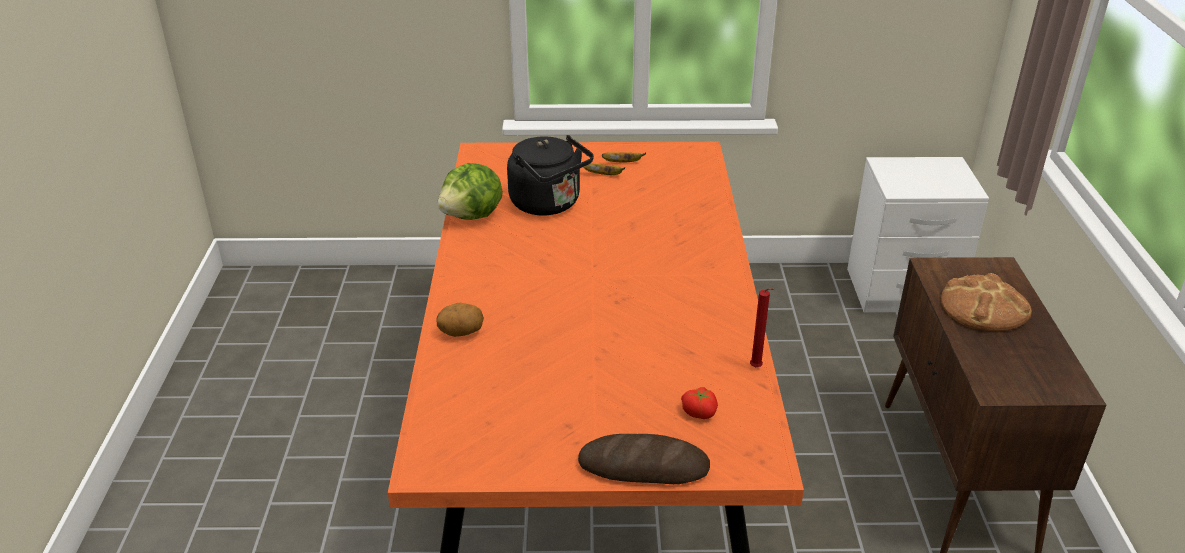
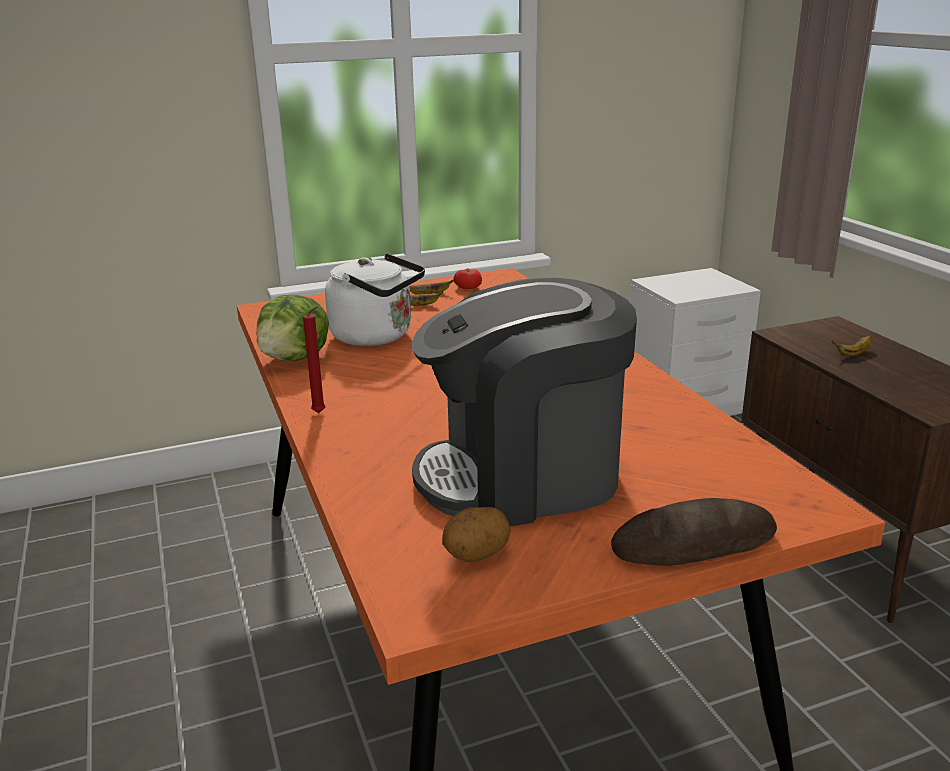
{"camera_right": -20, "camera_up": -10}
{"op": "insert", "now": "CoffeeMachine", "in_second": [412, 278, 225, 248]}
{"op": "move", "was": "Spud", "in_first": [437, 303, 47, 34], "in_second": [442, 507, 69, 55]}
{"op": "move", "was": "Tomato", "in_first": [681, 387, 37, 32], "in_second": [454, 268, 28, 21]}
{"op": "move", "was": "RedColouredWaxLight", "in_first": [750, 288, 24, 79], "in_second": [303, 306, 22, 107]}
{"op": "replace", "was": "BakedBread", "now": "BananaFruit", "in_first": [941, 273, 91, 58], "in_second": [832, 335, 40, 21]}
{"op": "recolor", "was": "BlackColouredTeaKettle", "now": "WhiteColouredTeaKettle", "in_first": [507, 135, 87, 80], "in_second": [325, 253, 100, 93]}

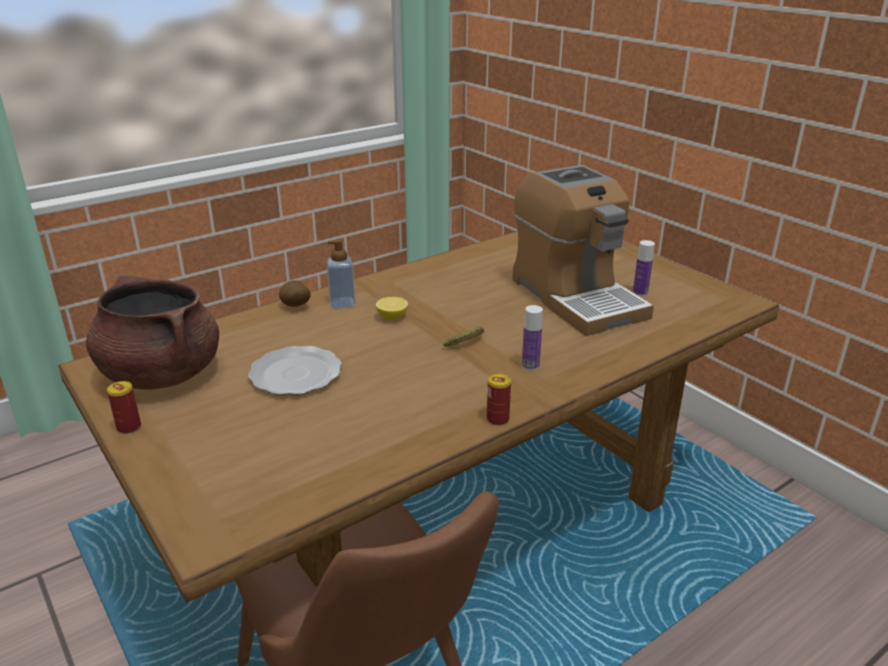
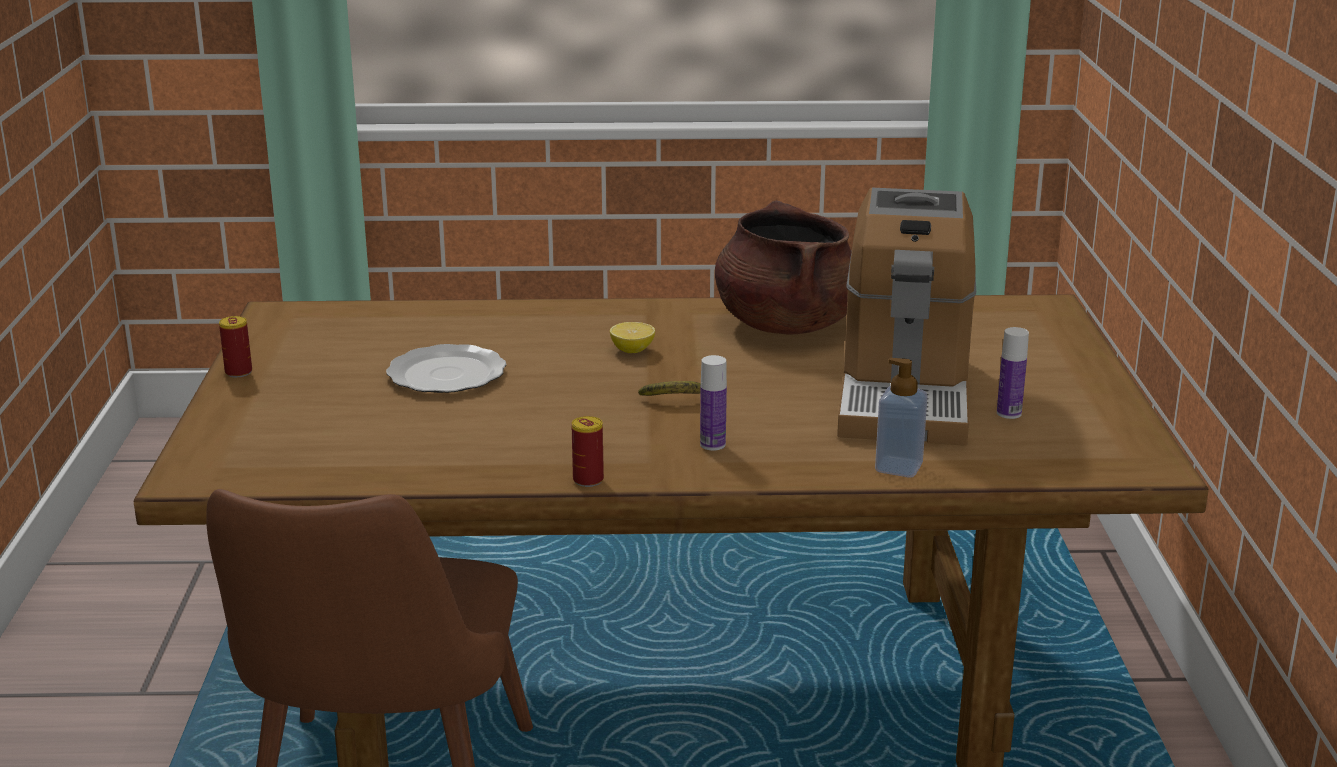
{"camera_right": 35, "camera_up": -5}
{"op": "delete", "was": "Spud", "in_first": [279, 280, 31, 27]}
{"op": "move", "was": "BrownishSaucepot", "in_first": [86, 275, 133, 115], "in_second": [715, 200, 137, 134]}
{"op": "move", "was": "LiquidSoapBottle", "in_first": [326, 239, 30, 70], "in_second": [875, 358, 53, 120]}

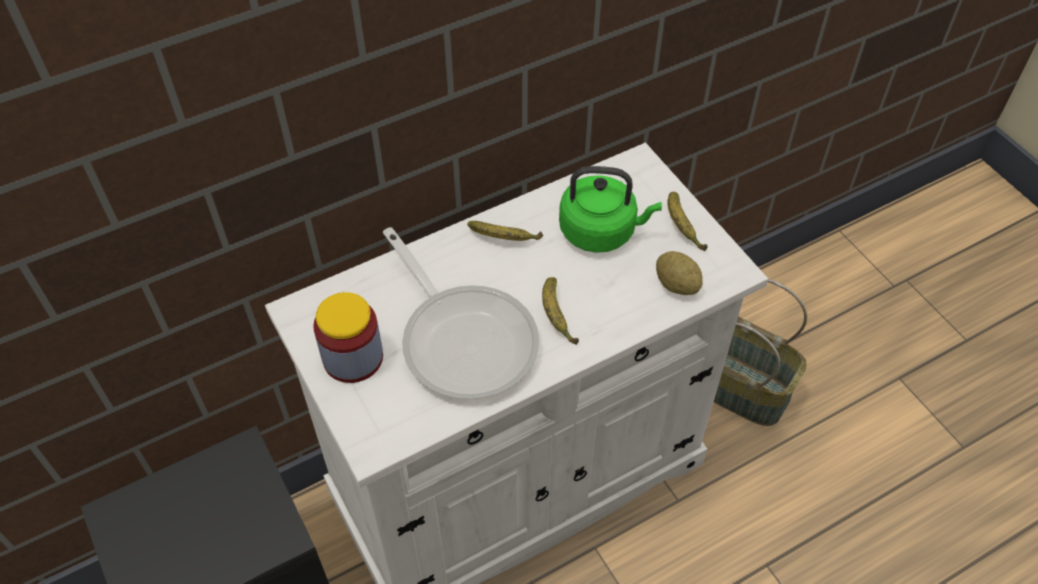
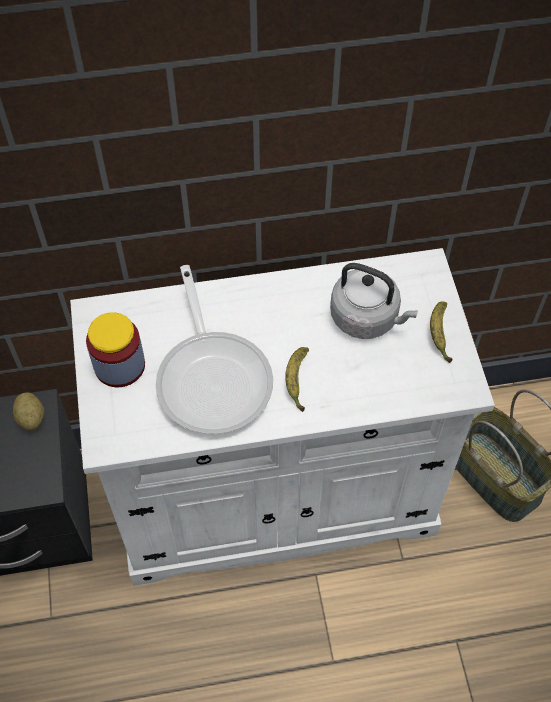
{"camera_right": 20, "camera_up": 5}
{"op": "delete", "was": "BananaFruit", "in_first": [467, 221, 76, 20]}
{"op": "move", "was": "Spud", "in_first": [656, 251, 47, 44], "in_second": [13, 393, 31, 38]}
{"op": "recolor", "was": "GreenColouredTeaKettle", "now": "GreyishTeaKettle", "in_first": [559, 166, 103, 87], "in_second": [330, 263, 88, 76]}

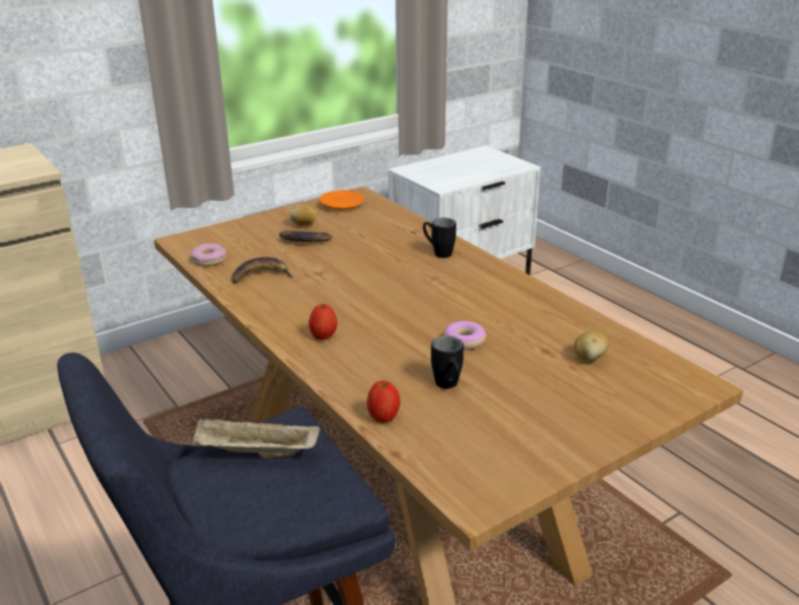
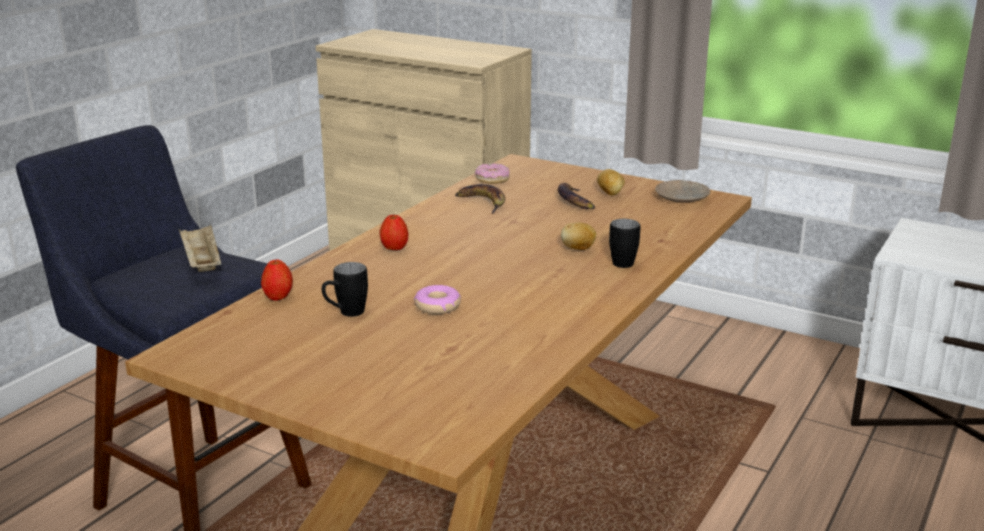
{"camera_right": 65, "camera_up": -5}
{"op": "move", "was": "Spud", "in_first": [574, 330, 35, 31], "in_second": [561, 222, 35, 28]}
{"op": "recolor", "was": "OrangeDinnerPlate", "now": "SandColouredDinnerPlate", "in_first": [319, 190, 46, 20], "in_second": [655, 180, 55, 23]}

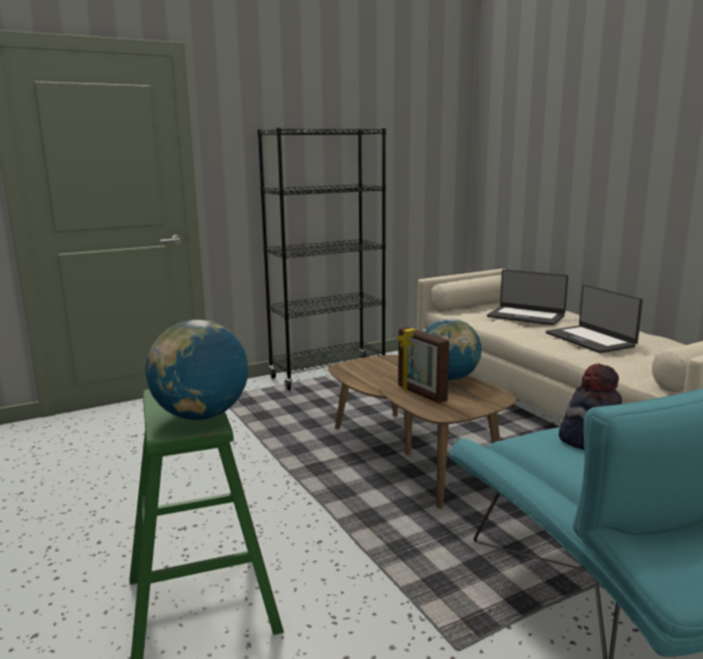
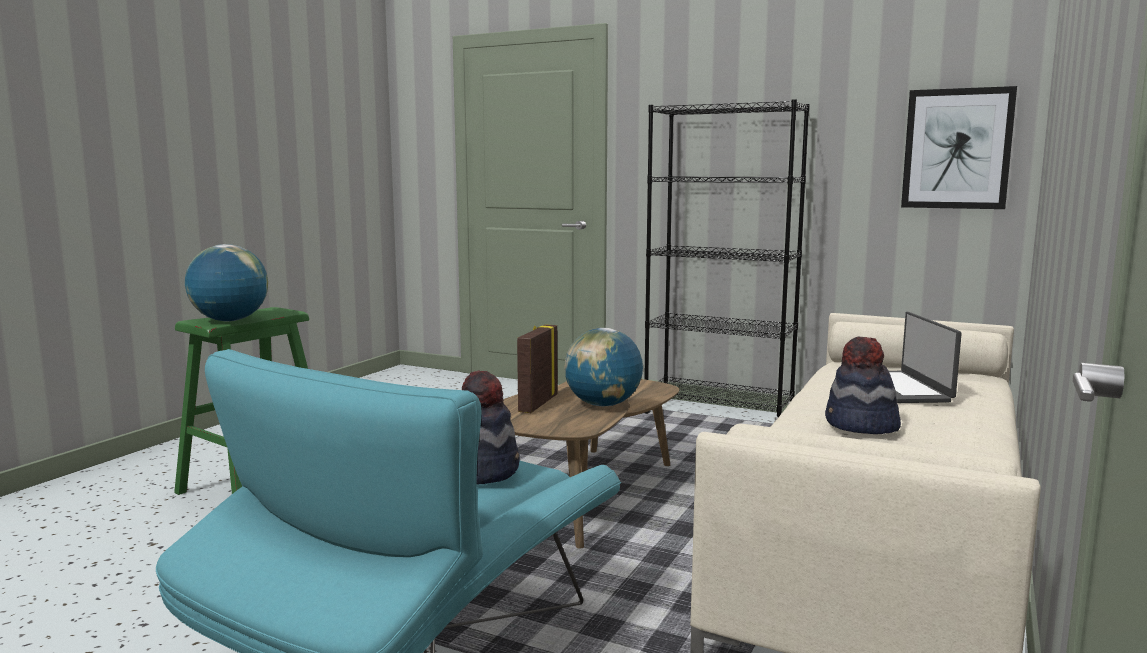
{"camera_right": 55, "camera_up": -5}
{"op": "insert", "now": "Picture", "in_second": [901, 86, 116, 123]}
{"op": "replace", "was": "Laptop", "now": "WearableHat", "in_first": [546, 284, 97, 69], "in_second": [825, 337, 76, 97]}

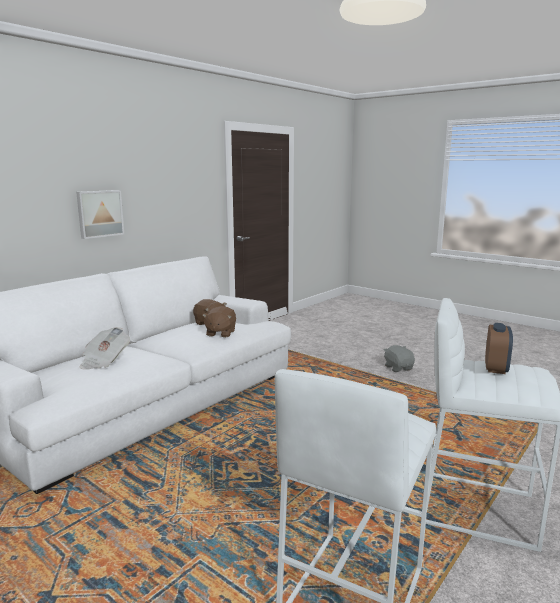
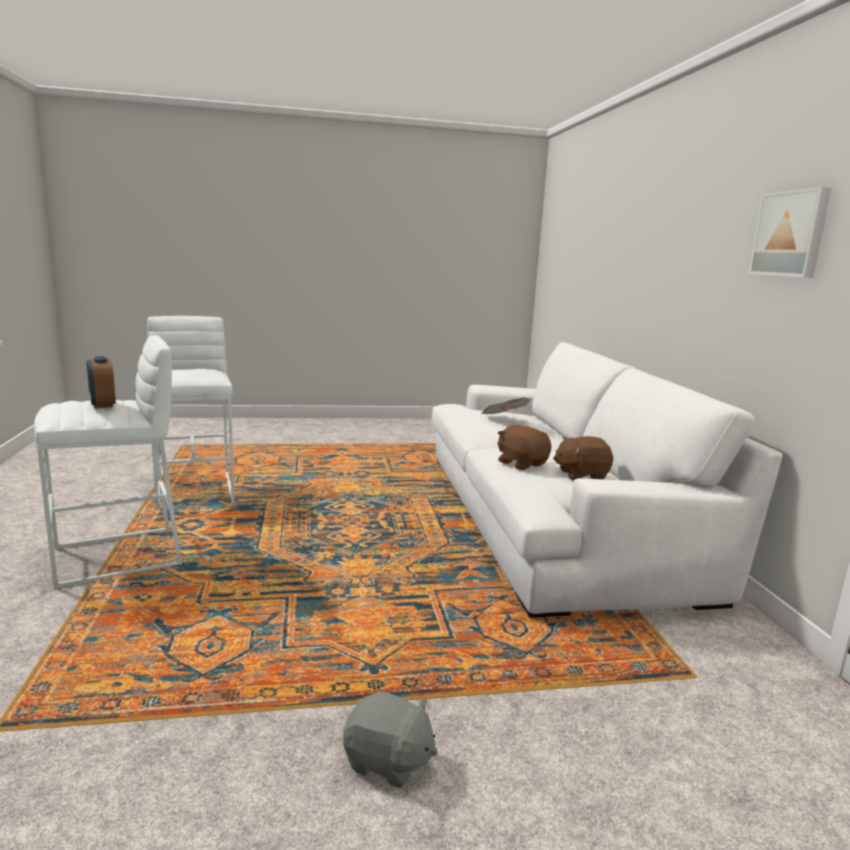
{"camera_right": 130, "camera_up": 0}
{"op": "move", "was": "Picture", "in_first": [76, 190, 48, 49], "in_second": [748, 187, 84, 91]}

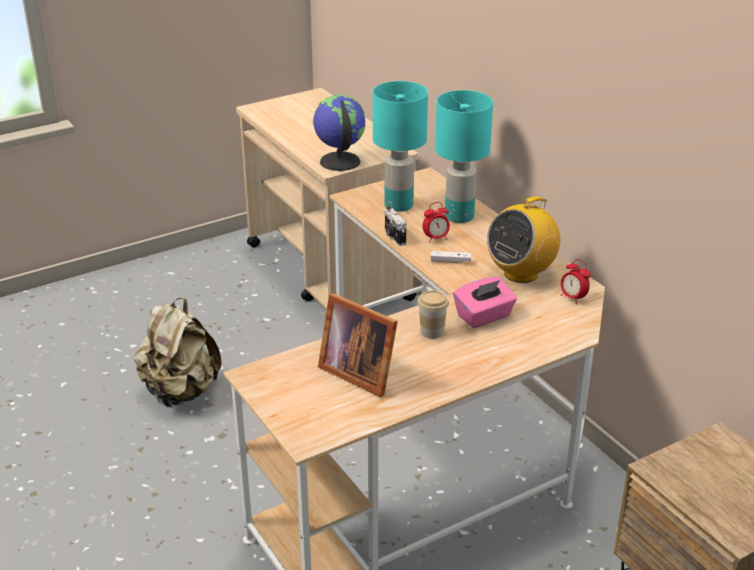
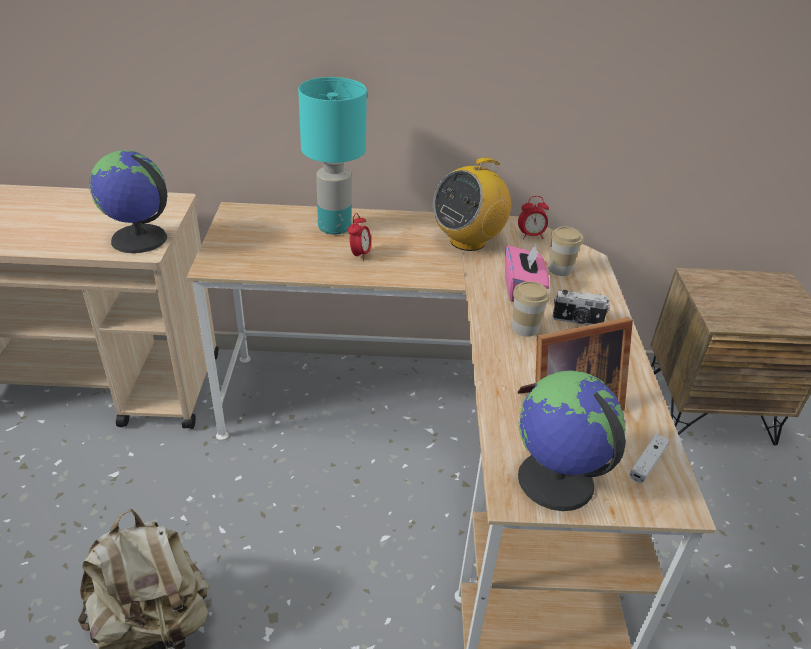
{"camera_right": -60, "camera_up": 5}
{"op": "delete", "was": "BlueGreenTabletopLamp", "in_first": [373, 81, 55, 131]}
{"op": "insert", "now": "DeskGlobe", "in_second": [518, 371, 108, 140]}
{"op": "insert", "now": "DrinkingCup", "in_second": [548, 226, 35, 50]}
{"op": "move", "was": "PhotoCamera", "in_first": [385, 207, 21, 39], "in_second": [552, 290, 58, 35]}
{"op": "move", "was": "WhiteColouredGamepad", "in_first": [431, 251, 40, 12], "in_second": [630, 434, 40, 49]}
{"op": "rotate", "was": "RadioReceiver", "in_first": [487, 195, 73, 88], "in_second": [433, 158, 78, 93], "clockwise": 60}

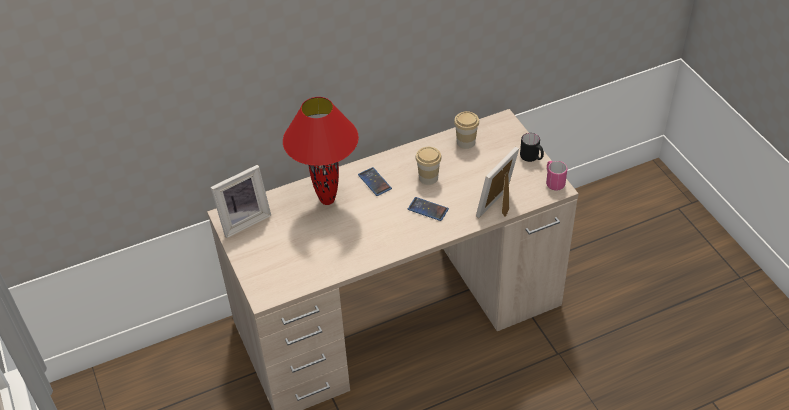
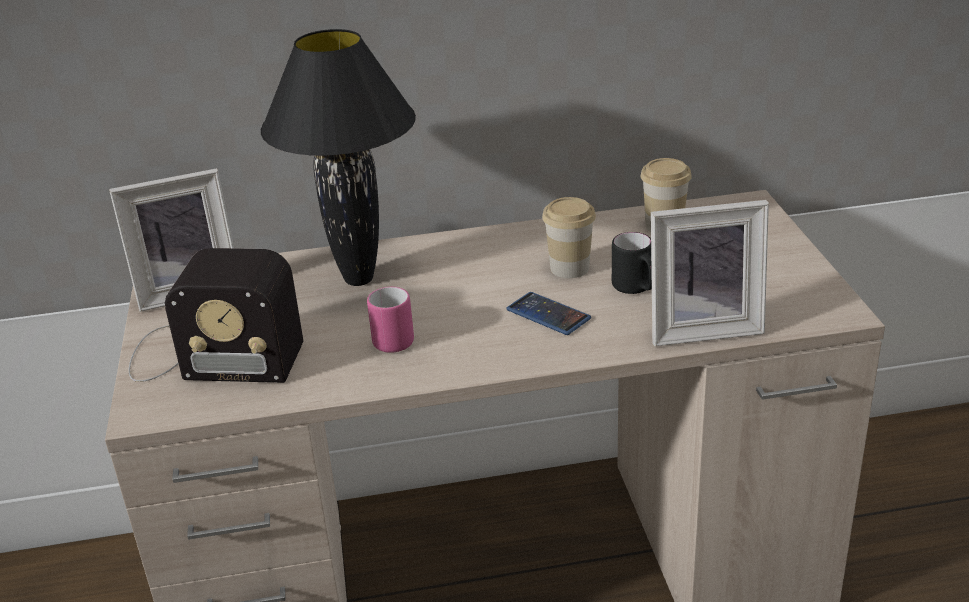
{"camera_right": 15, "camera_up": -15}
{"op": "delete", "was": "Phone", "in_first": [358, 167, 34, 29]}
{"op": "insert", "now": "RadioReceiver", "in_second": [129, 248, 174, 135]}
{"op": "move", "was": "BlackColouredCoffeeMug", "in_first": [520, 133, 24, 29], "in_second": [612, 232, 40, 62]}
{"op": "move", "was": "PinkColouredCoffeeMug", "in_first": [546, 161, 21, 30], "in_second": [367, 287, 47, 66]}
{"op": "recolor", "was": "RedColouredTabletopLamp", "now": "BlackColouredTabletopLamp", "in_first": [283, 97, 76, 108], "in_second": [261, 29, 155, 257]}
{"op": "rotate", "was": "PhotoFrame", "in_first": [476, 147, 43, 71], "in_second": [651, 200, 118, 146], "clockwise": -150}

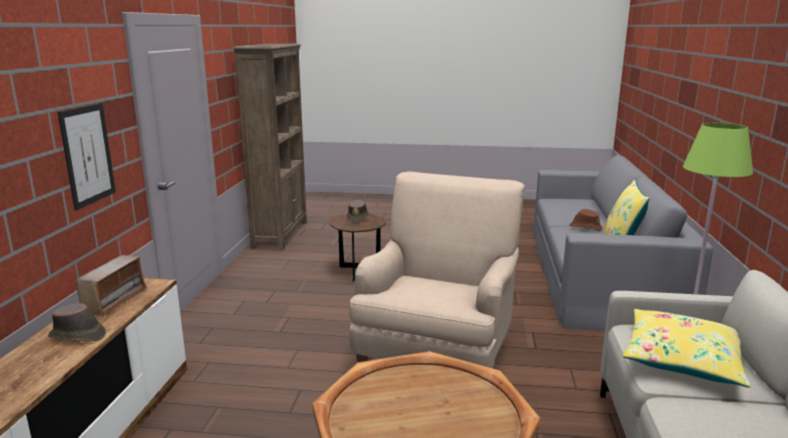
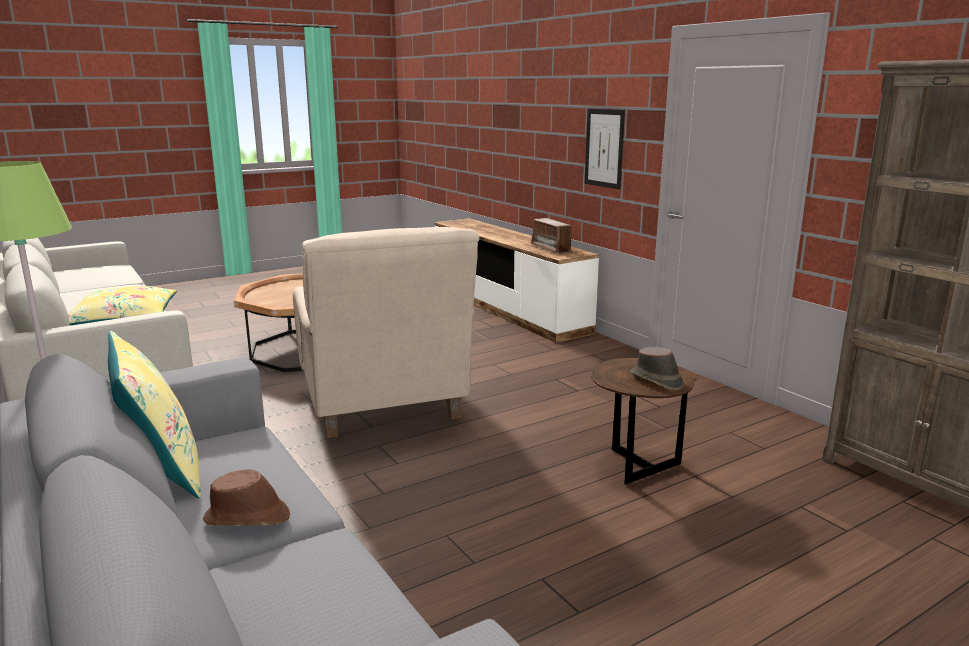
{"camera_right": 140, "camera_up": 0}
{"op": "delete", "was": "BrownishWearableHat", "in_first": [48, 303, 58, 39]}

